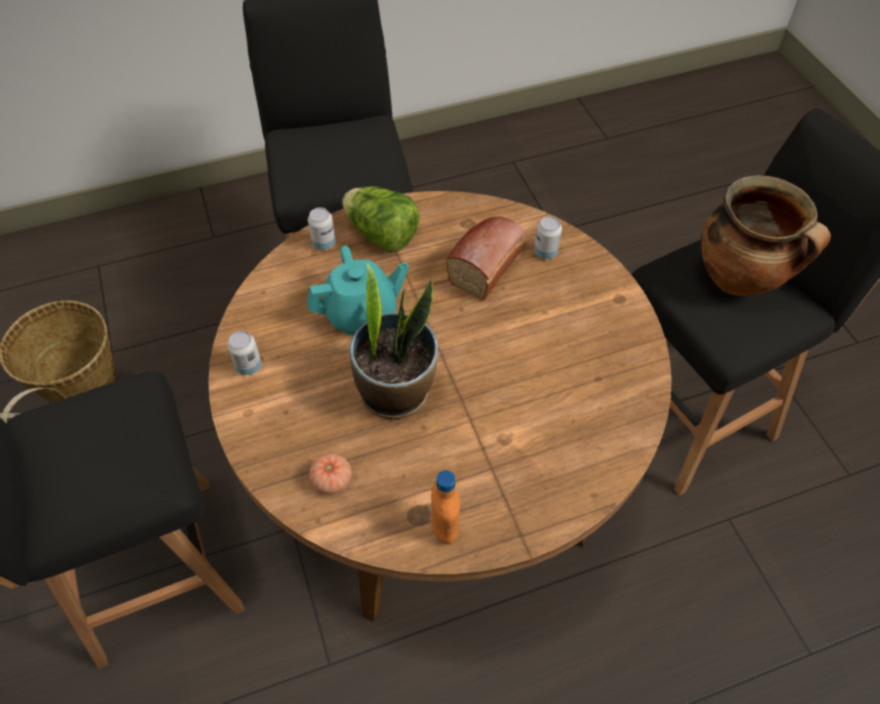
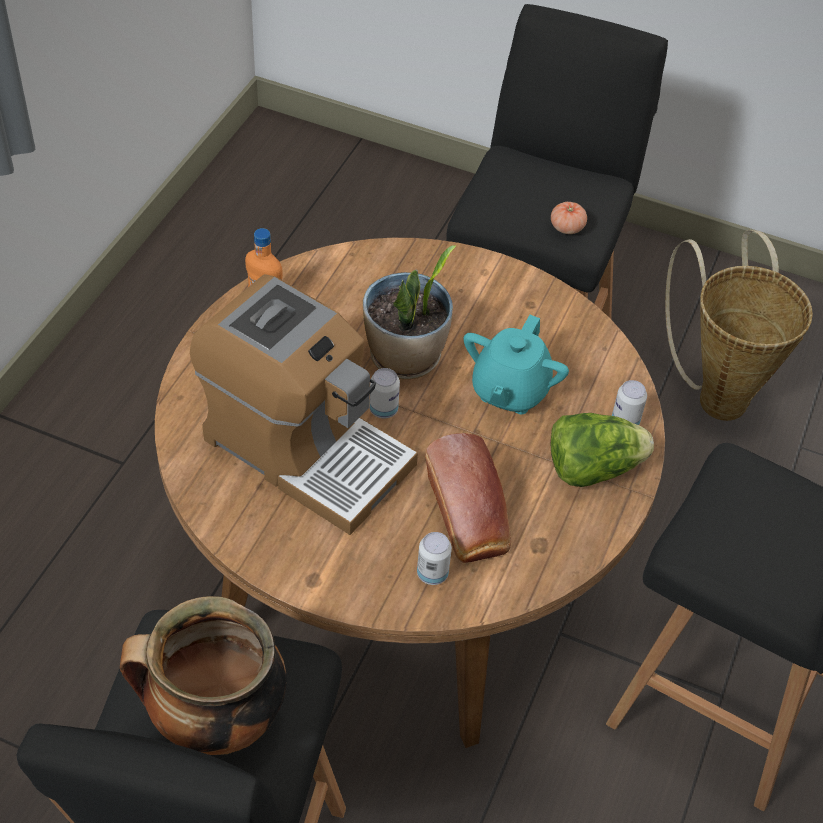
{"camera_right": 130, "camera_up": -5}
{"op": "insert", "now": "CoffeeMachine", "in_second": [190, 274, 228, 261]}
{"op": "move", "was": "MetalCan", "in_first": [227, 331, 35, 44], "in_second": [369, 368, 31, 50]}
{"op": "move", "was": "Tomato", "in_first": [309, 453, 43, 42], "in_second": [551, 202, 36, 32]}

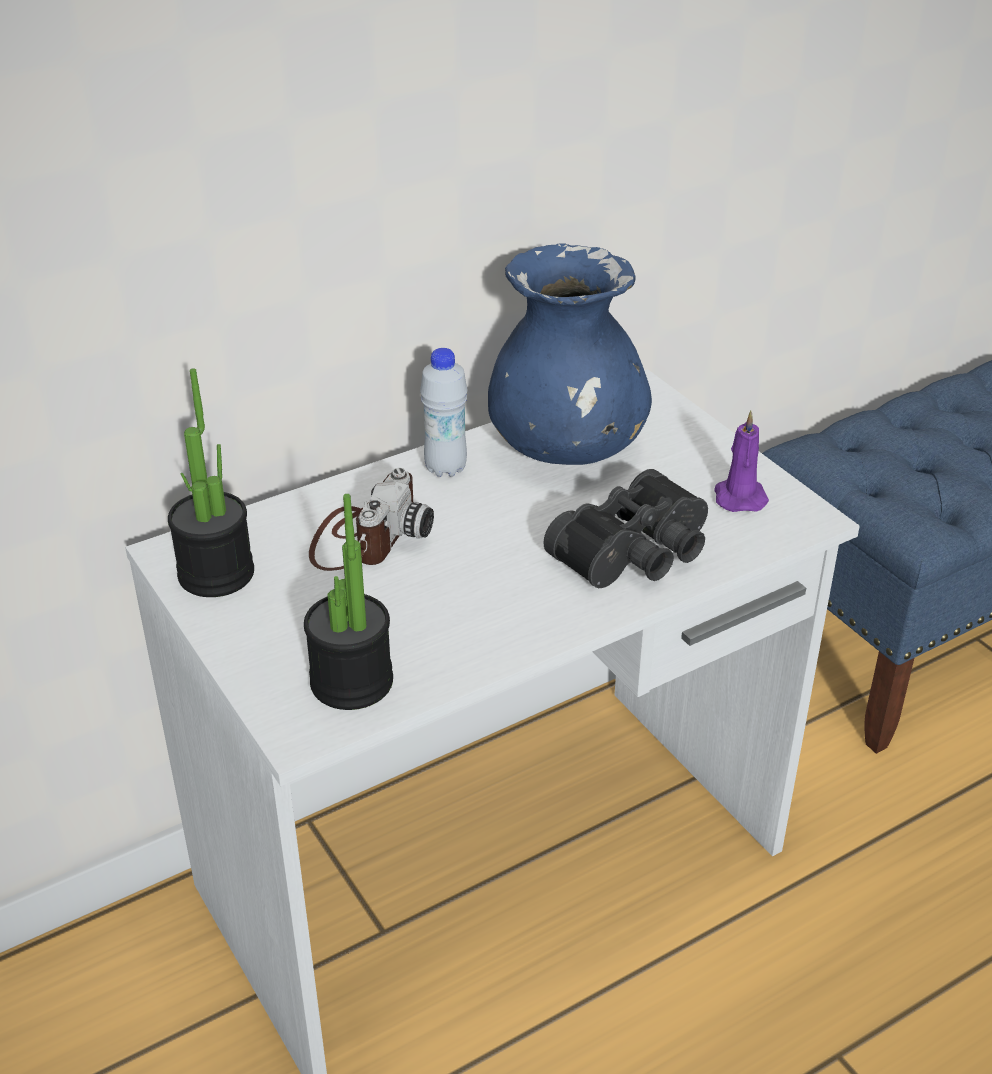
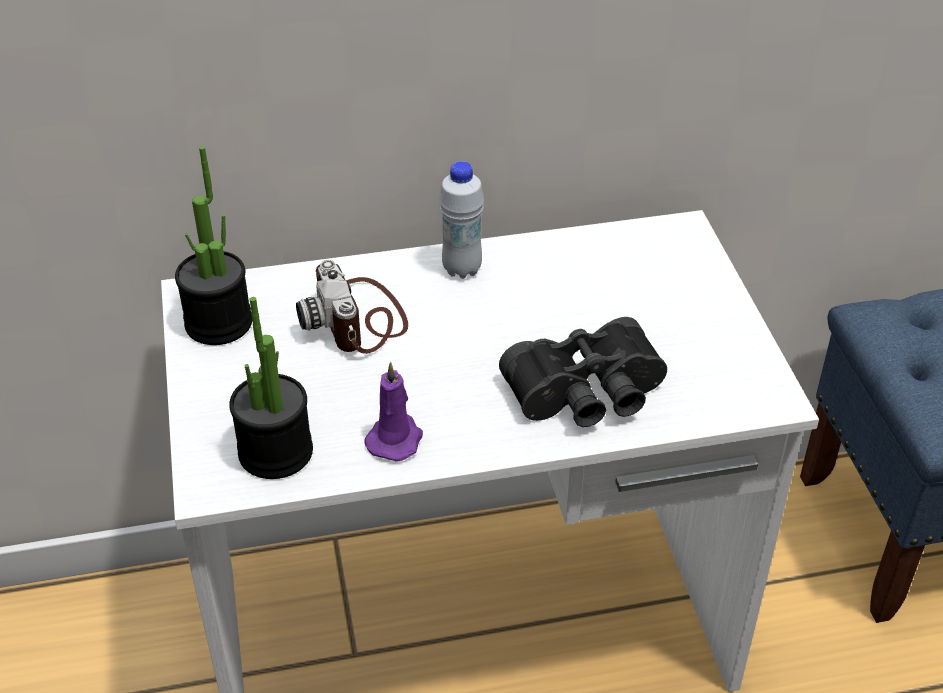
{"camera_right": 20, "camera_up": 5}
{"op": "delete", "was": "BlueVase", "in_first": [488, 243, 164, 222]}
{"op": "move", "was": "PurpleColouredWaxLight", "in_first": [714, 411, 55, 101], "in_second": [364, 362, 59, 99]}
{"op": "rotate", "was": "PhotoCamera", "in_first": [309, 468, 125, 103], "in_second": [296, 260, 112, 94], "clockwise": 120}

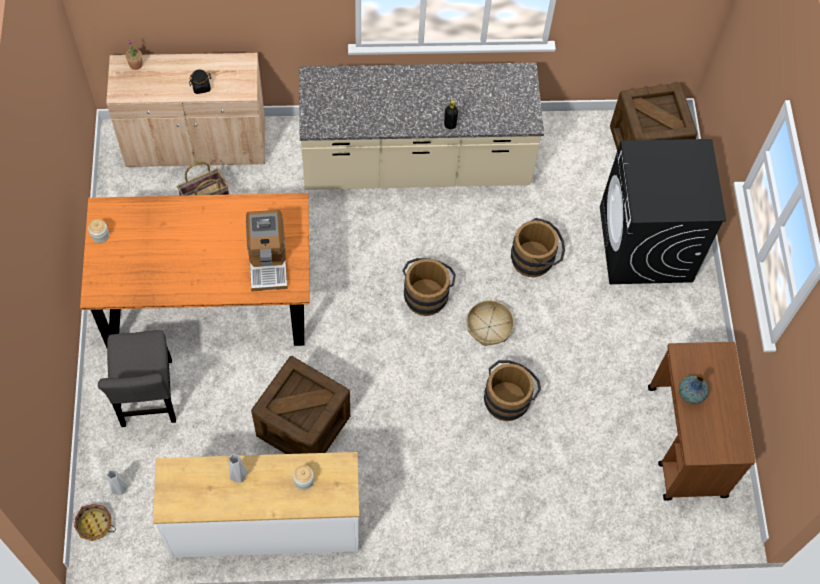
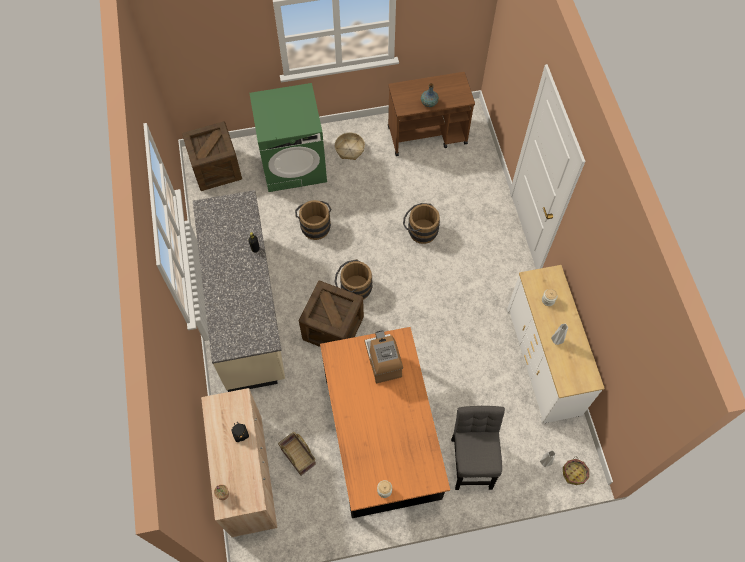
{"camera_right": -95, "camera_up": 0}
{"op": "move", "was": "Crate", "in_first": [251, 356, 99, 98], "in_second": [299, 280, 65, 67]}
{"op": "move", "was": "StorageBasket", "in_first": [467, 300, 47, 46], "in_second": [335, 133, 30, 27]}
{"op": "recolor", "was": "BlackColouredLaundryAppliance", "now": "GreenColouredLaundryAppliance", "in_first": [600, 139, 127, 145], "in_second": [249, 83, 78, 109]}
{"op": "rotate", "was": "GreyishPlainChair", "in_first": [98, 330, 78, 97], "in_second": [451, 406, 54, 84], "clockwise": -75}
{"op": "rotate", "was": "CoffeeMachine", "in_first": [246, 210, 42, 81], "in_second": [365, 330, 38, 54], "clockwise": -90}

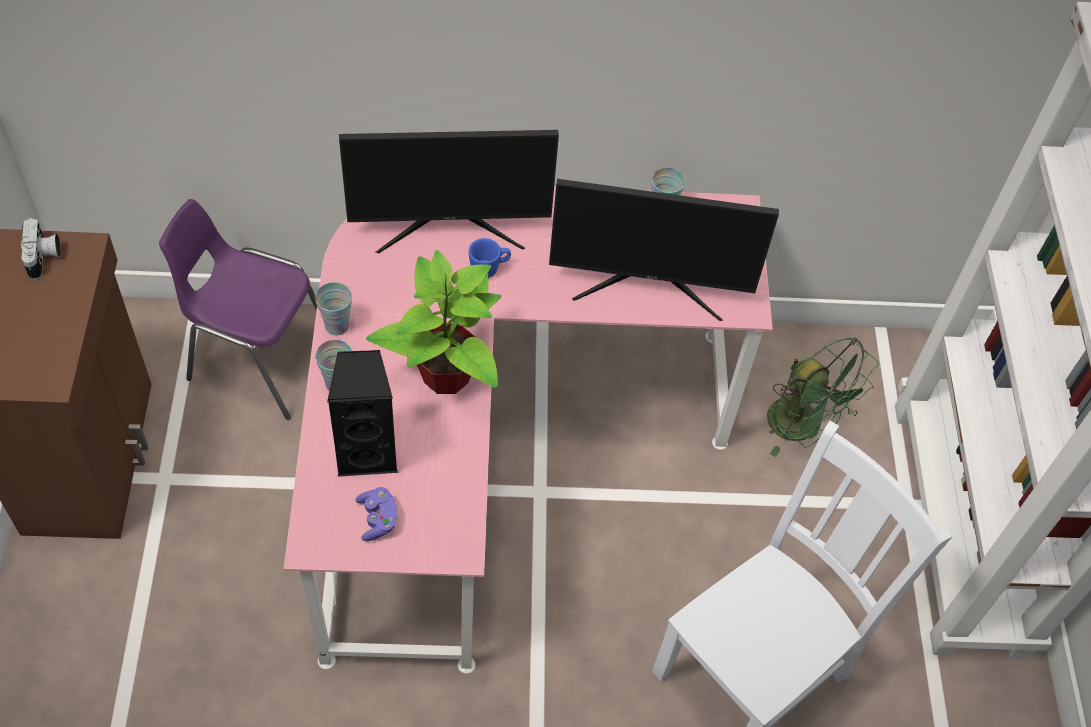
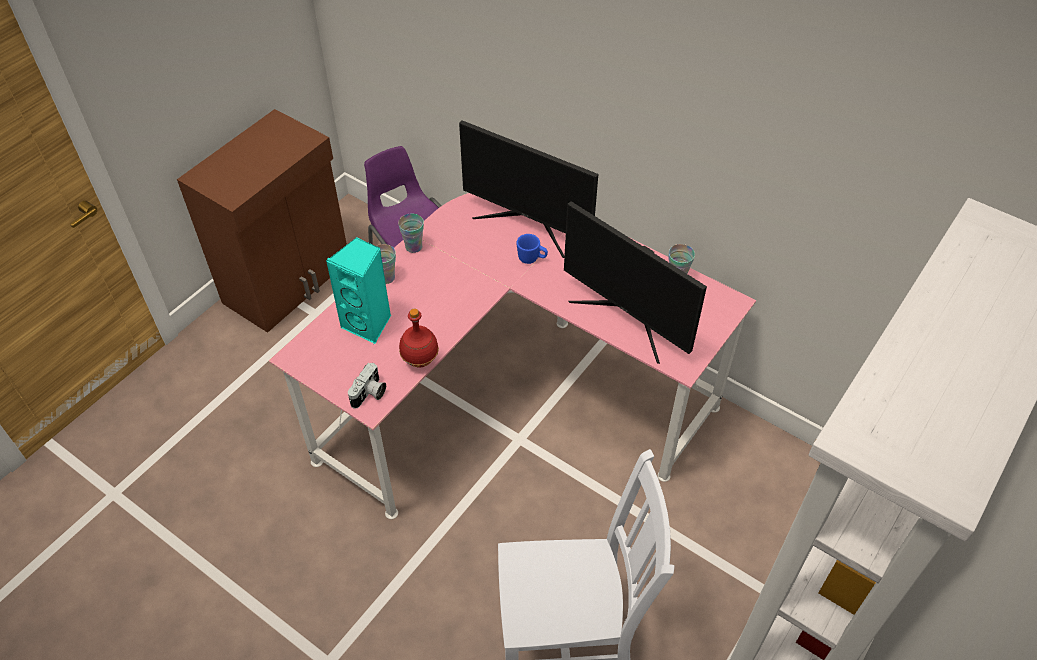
{"camera_right": 40, "camera_up": -5}
{"op": "delete", "was": "PurpleColouredGamepad", "in_first": [356, 487, 41, 54]}
{"op": "delete", "was": "Houseplant", "in_first": [366, 250, 135, 144]}
{"op": "delete", "was": "GreenColouredElectricFan", "in_first": [767, 337, 112, 120]}
{"op": "insert", "now": "RedColouredDrinkBottle", "in_second": [399, 309, 40, 59]}
{"op": "move", "was": "PhotoCamera", "in_first": [21, 218, 40, 62], "in_second": [348, 363, 38, 46]}
{"op": "recolor", "was": "BlackColouredAudioSpeaker", "now": "BlueGreenAudioSpeaker", "in_first": [327, 350, 71, 127], "in_second": [326, 237, 65, 107]}

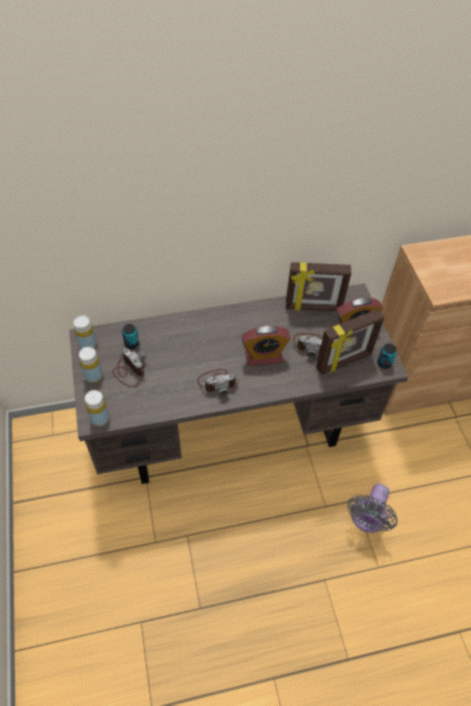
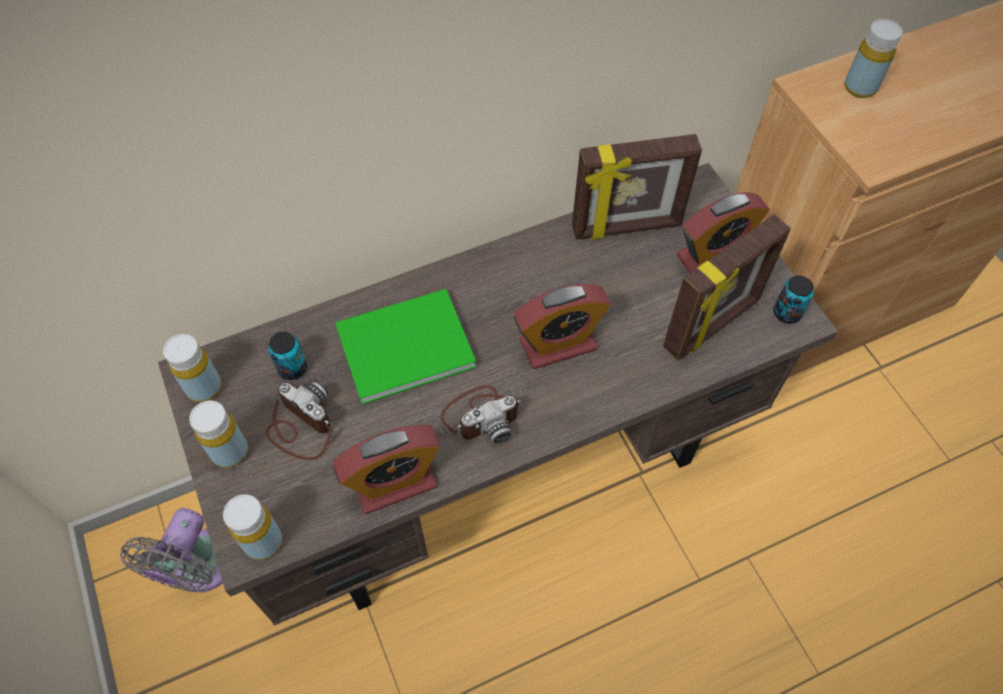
{"camera_right": -10, "camera_up": 5}
{"op": "delete", "was": "PhotoCamera", "in_first": [293, 333, 30, 25]}
{"op": "insert", "now": "AlarmClock", "in_second": [333, 425, 107, 89]}
{"op": "insert", "now": "GreenColouredBook", "in_second": [335, 289, 141, 115]}
{"op": "insert", "now": "YellowishDrinkBottle", "in_second": [844, 19, 59, 79]}
{"op": "move", "was": "GreyishElectricFan", "in_first": [348, 484, 50, 49], "in_second": [120, 508, 103, 84]}

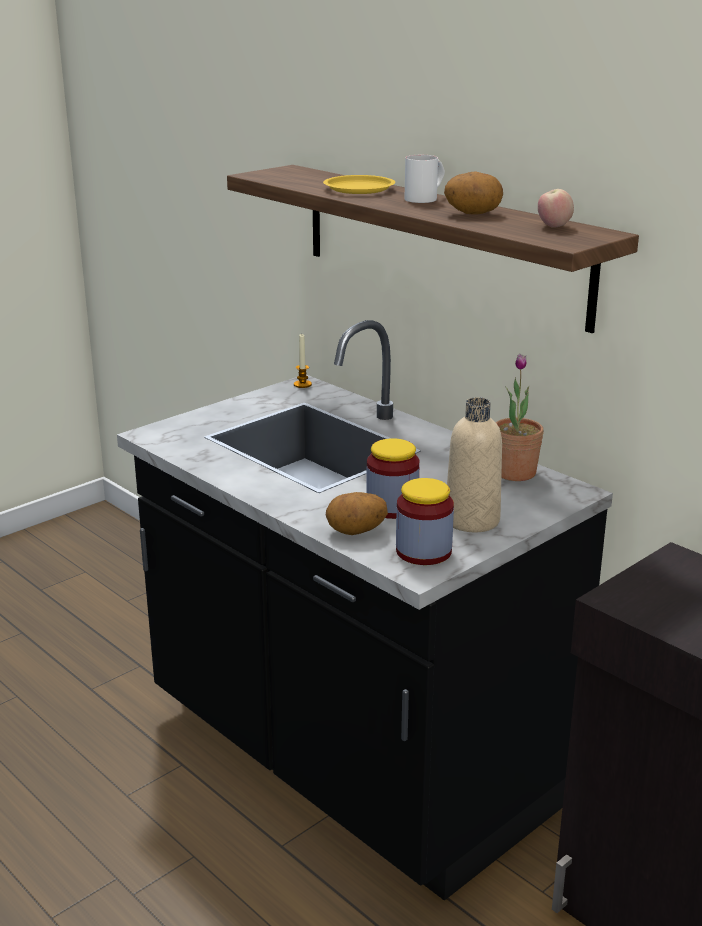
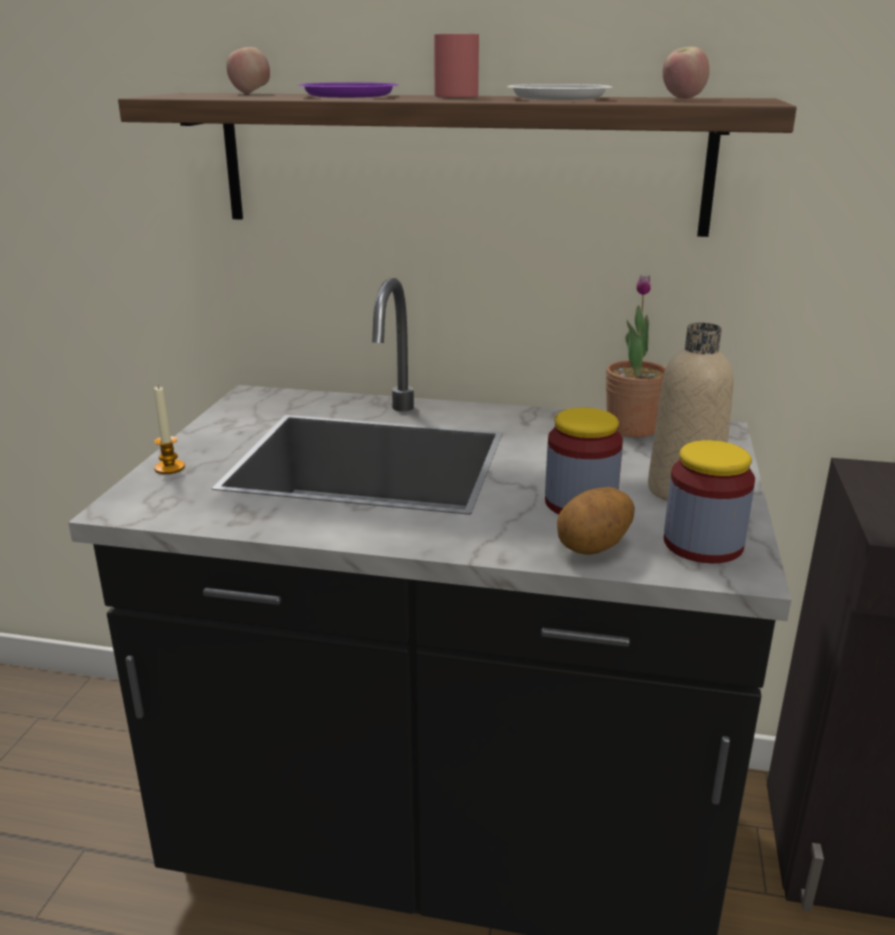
{"camera_right": -35, "camera_up": 0}
{"op": "insert", "now": "AppleFruit", "in_second": [226, 47, 44, 47]}
{"op": "move", "was": "WaxLight", "in_first": [294, 334, 18, 54], "in_second": [154, 385, 31, 89]}
{"op": "replace", "was": "Spud", "now": "WhiteColouredDinnerPlate", "in_first": [444, 171, 59, 44], "in_second": [507, 84, 105, 16]}
{"op": "recolor", "was": "YellowishDinnerPlate", "now": "PurpleColouredDinnerPlate", "in_first": [323, 175, 72, 19], "in_second": [298, 82, 100, 16]}
{"op": "recolor", "was": "WhiteColouredCoffeeMug", "now": "RedColouredCoffeeMug", "in_first": [405, 155, 40, 48], "in_second": [434, 34, 45, 64]}

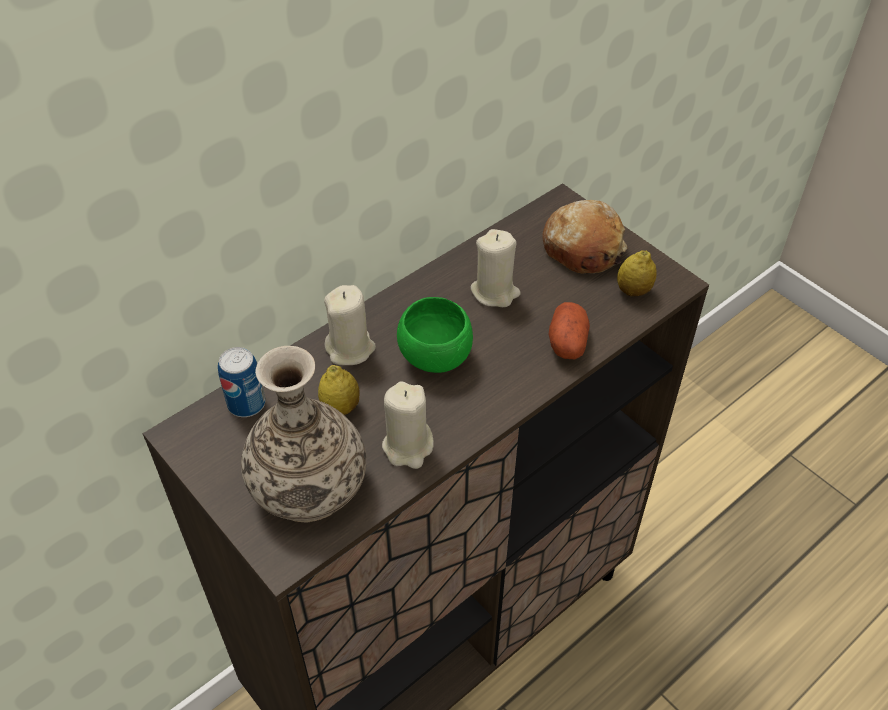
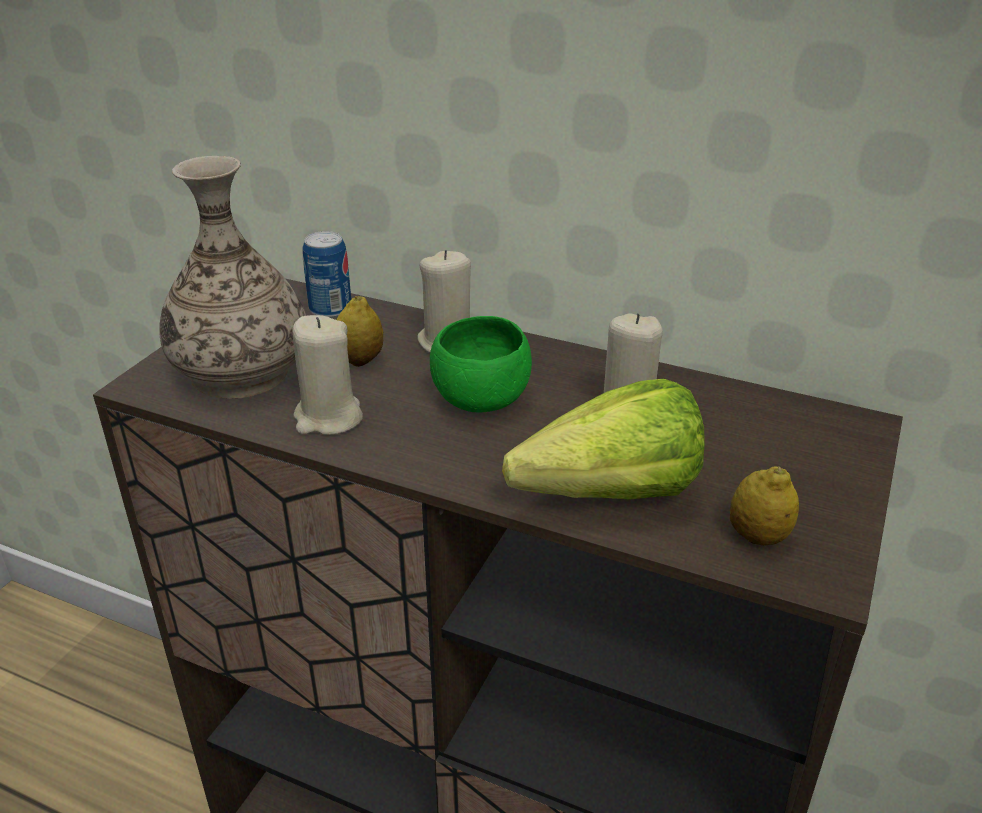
{"camera_right": 65, "camera_up": -15}
{"op": "delete", "was": "BakedBread", "in_first": [543, 200, 84, 74]}
{"op": "replace", "was": "Spud", "now": "LettuceHead", "in_first": [548, 302, 42, 57], "in_second": [502, 379, 203, 121]}

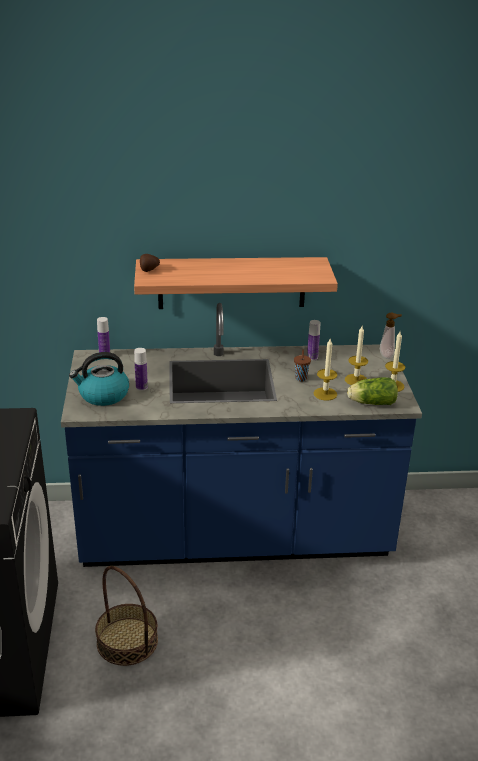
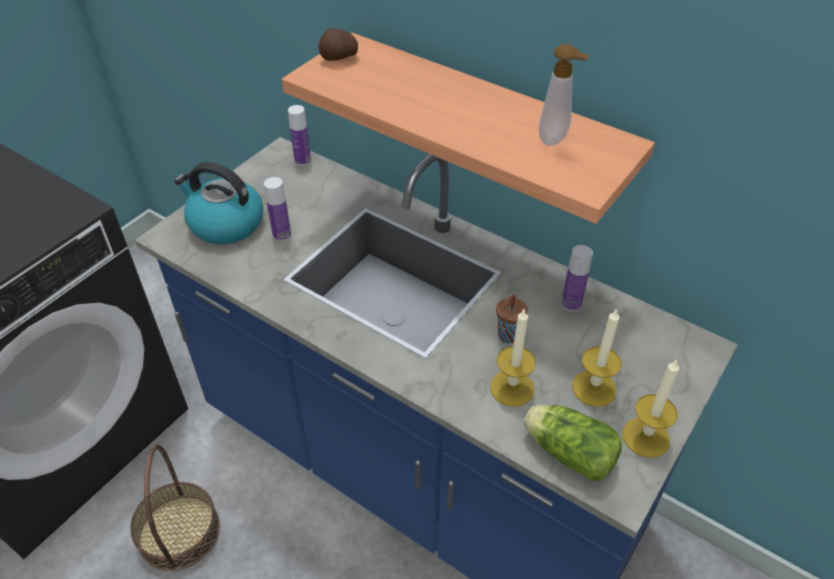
{"camera_right": 40, "camera_up": 15}
{"op": "move", "was": "LiquidSoapBottle", "in_first": [380, 313, 22, 46], "in_second": [539, 44, 51, 102]}

